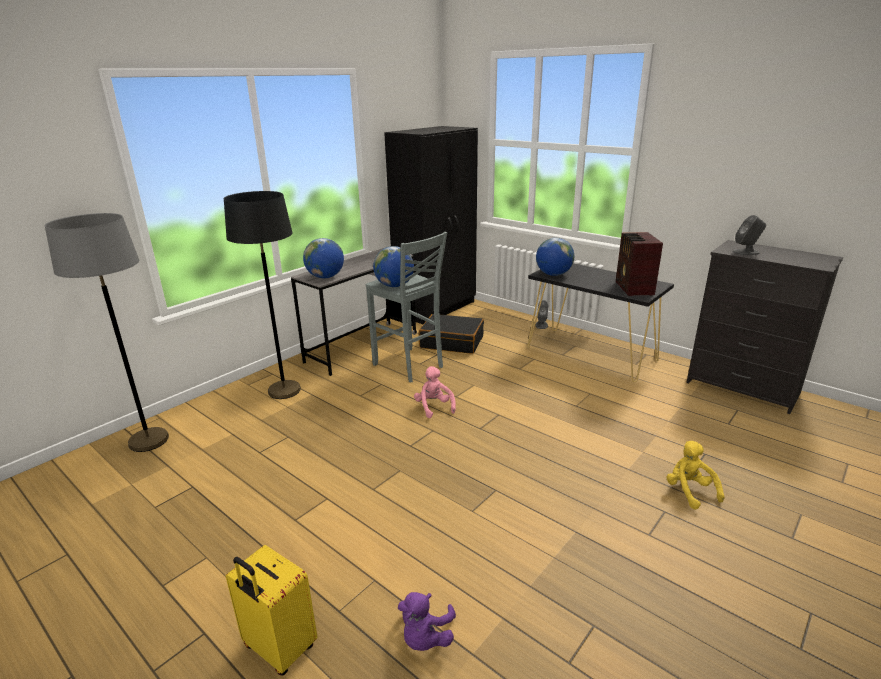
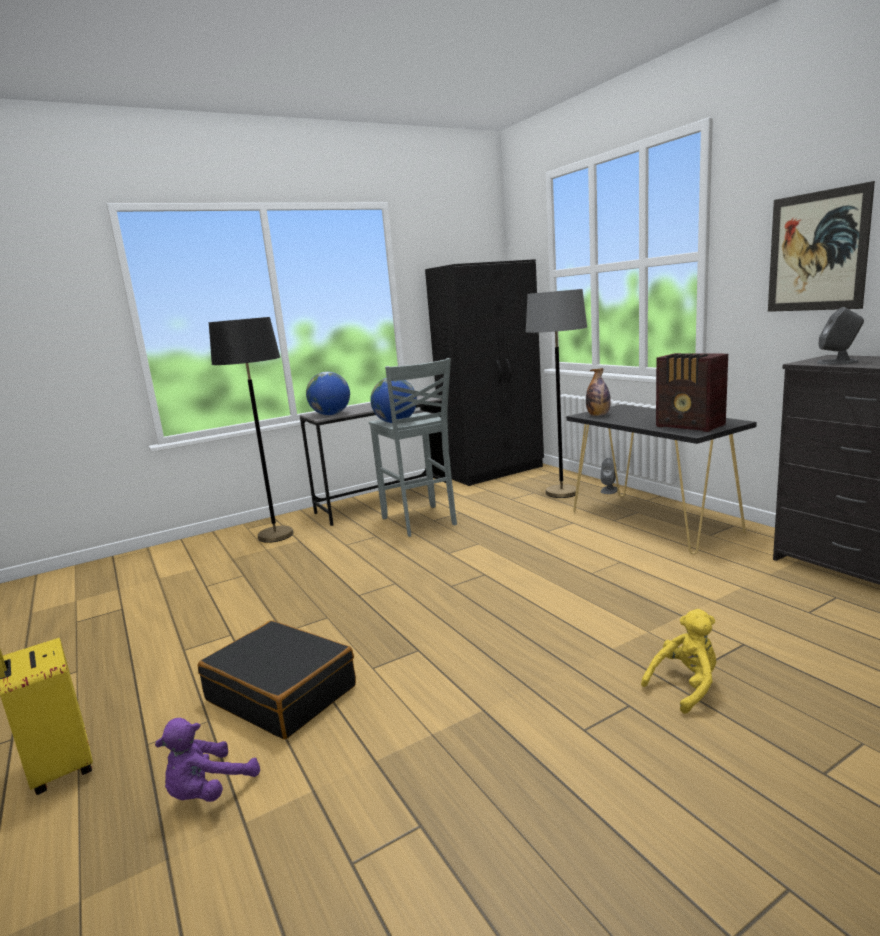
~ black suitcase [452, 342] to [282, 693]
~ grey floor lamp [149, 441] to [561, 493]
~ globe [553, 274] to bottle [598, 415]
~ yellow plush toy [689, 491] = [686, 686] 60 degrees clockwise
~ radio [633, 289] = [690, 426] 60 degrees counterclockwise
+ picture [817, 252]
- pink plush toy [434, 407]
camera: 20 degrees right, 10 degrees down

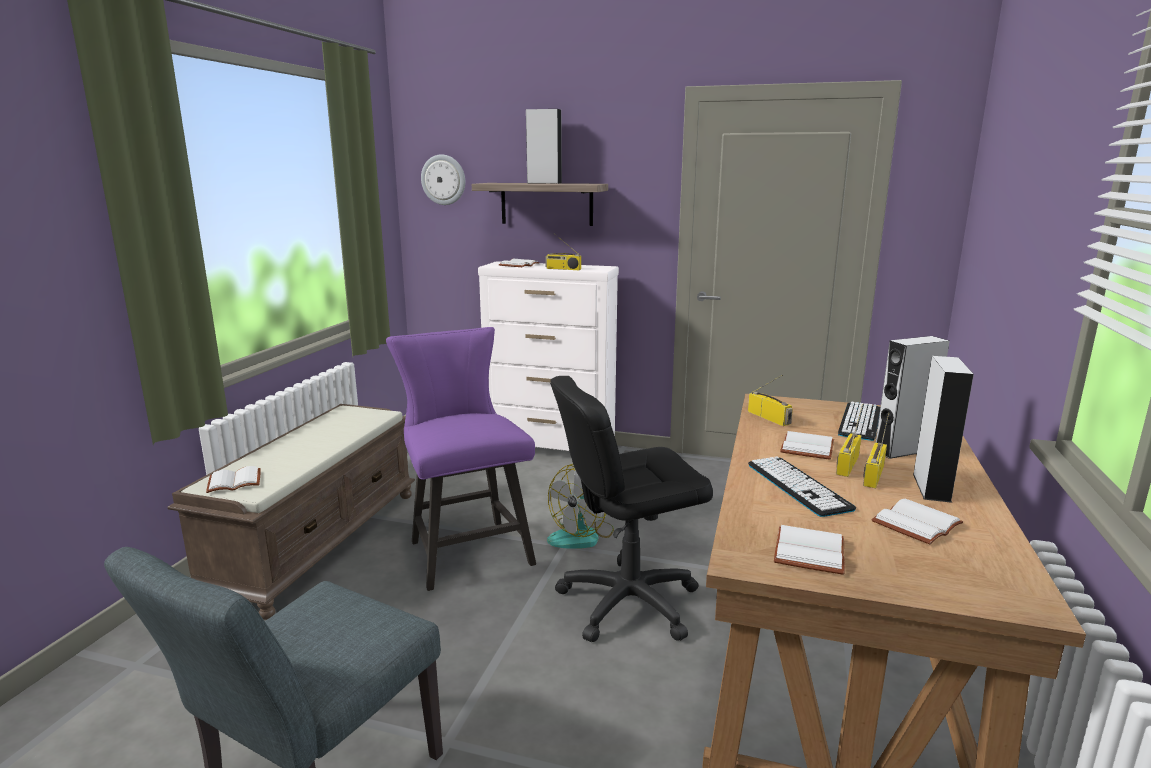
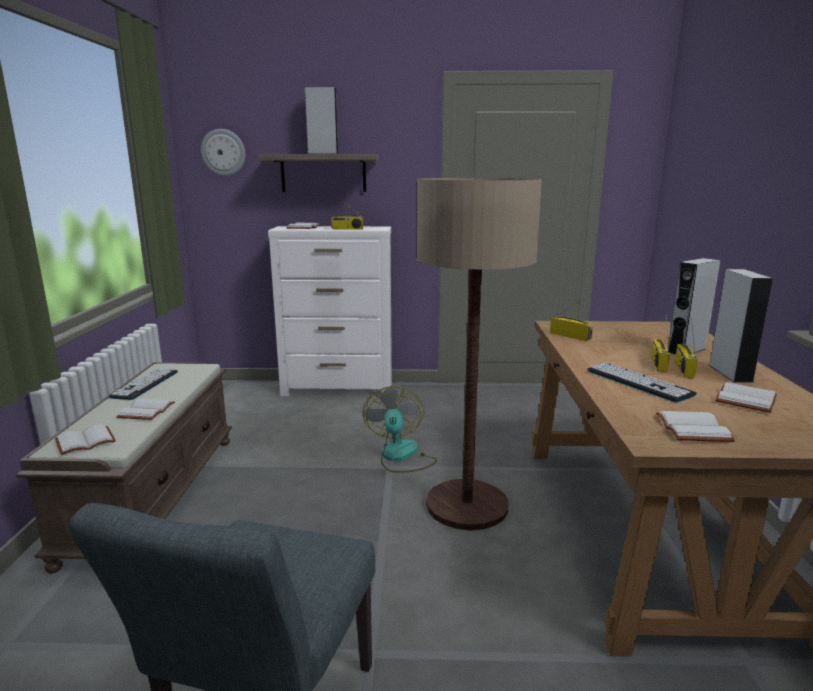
~ keyboard [860, 421] to [145, 384]
~ white book [809, 448] to [147, 411]
~ fan [582, 535] = [400, 456] 150 degrees clockwise
~ black office chair [628, 602] to floor lamp [466, 505]
- purple chair [466, 549]
camera: 15 degrees left, 0 degrees up

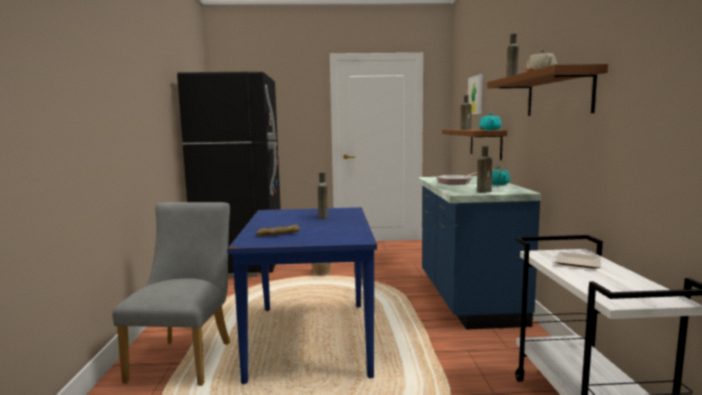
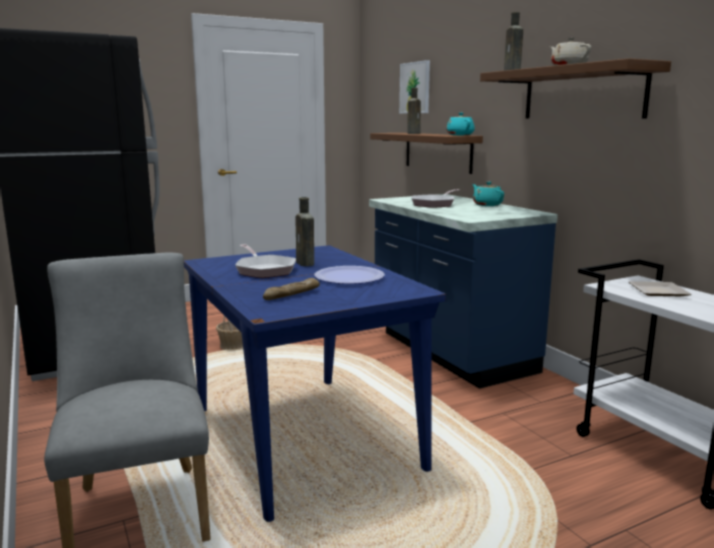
+ frying pan [264, 270]
+ plate [349, 277]
- brown bottle [484, 191]
camera: 25 degrees left, 5 degrees up

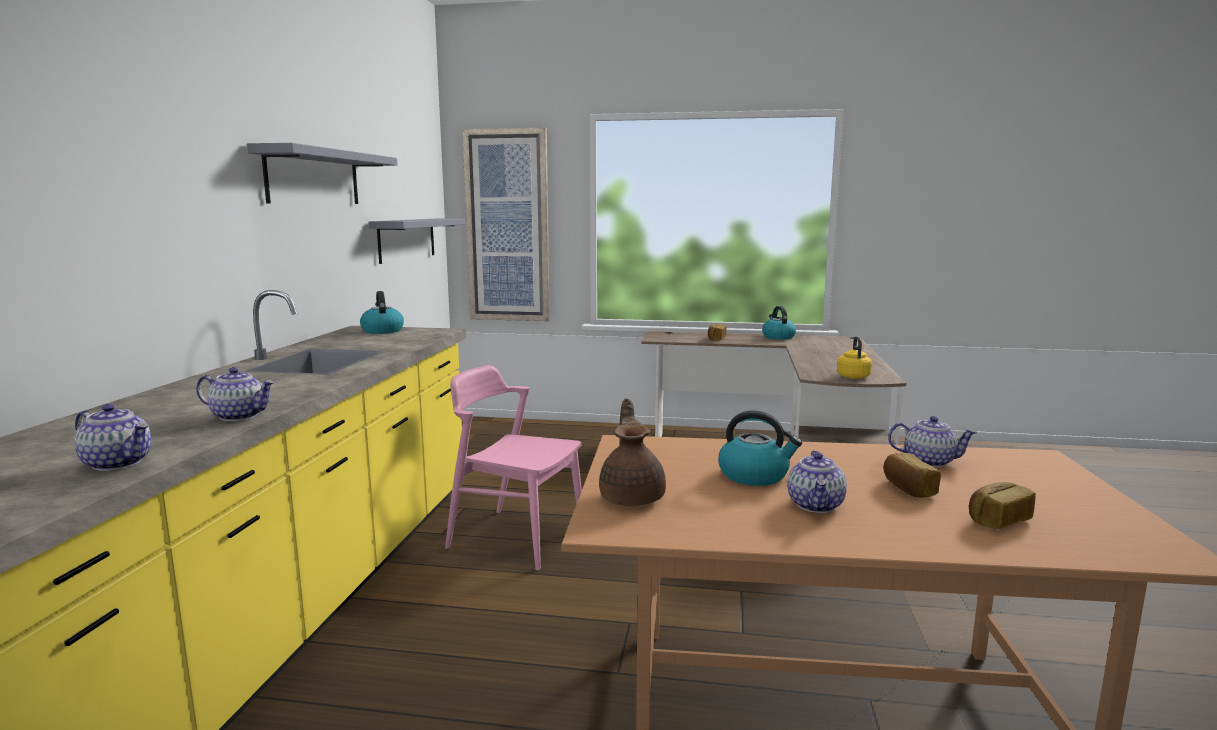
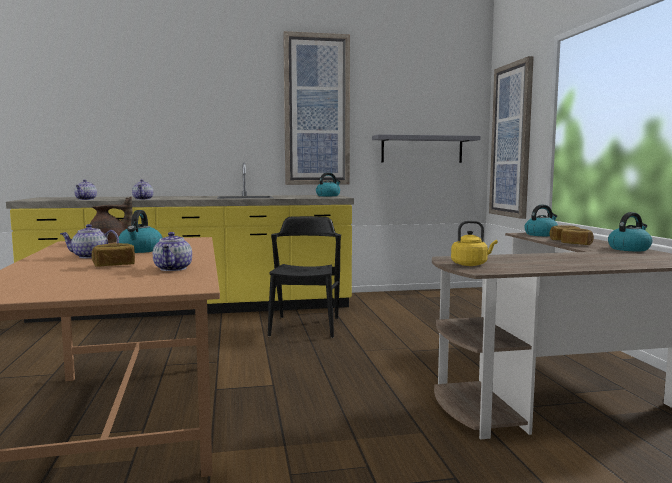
~ pink chair [516, 538] to black chair [305, 326]
~ grey shelf [314, 177] to picture [316, 110]
+ kettle [541, 234]
~ bread [997, 520] to [576, 244]
camera: 70 degrees right, 5 degrees down

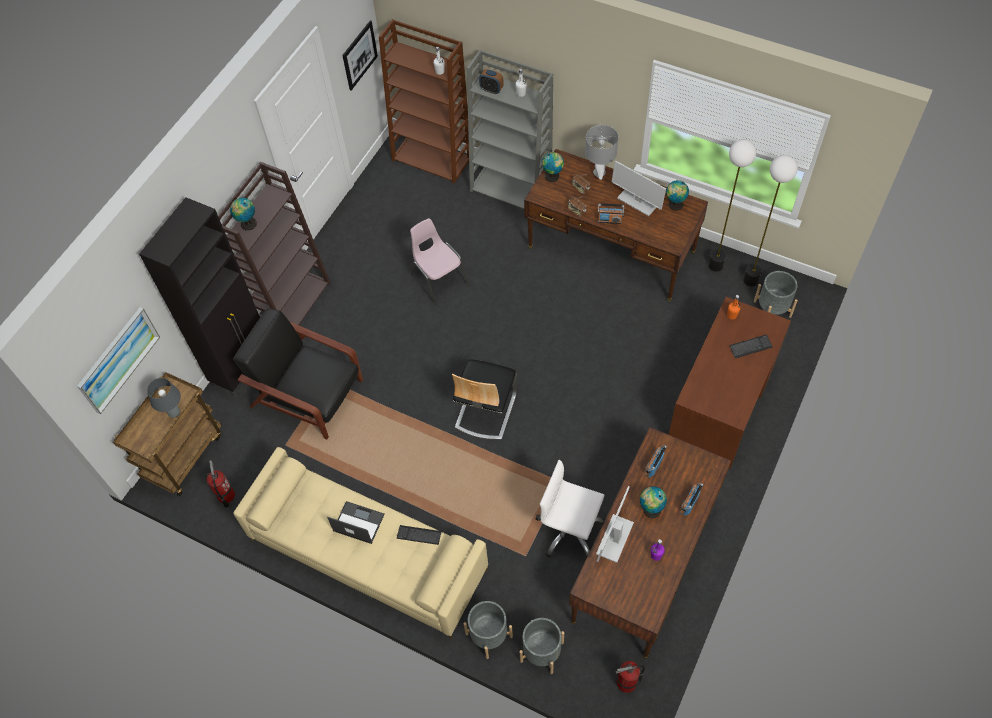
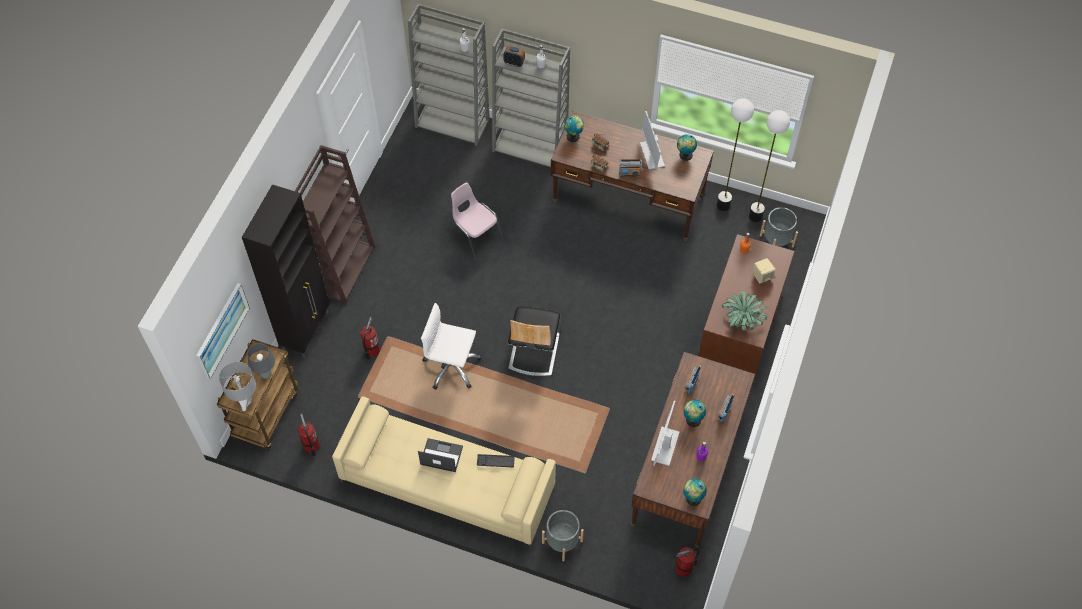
~ grey table lamp [599, 172] to [245, 400]
~ black armchair [308, 394] to fire extinguisher [371, 350]
~ brown bookcase [432, 158] to grey bookcase [453, 123]
~ white office chair [569, 530] to [451, 367]
~ monitor [637, 201] = [651, 154] 45 degrees clockwise
~ globe [247, 224] to [692, 498]
+ potted plant [742, 319]
~ keyboard [750, 347] to beige speaker [762, 276]
- picture [359, 55]
- grey planter [542, 652]
camera: 10 degrees left, 0 degrees up

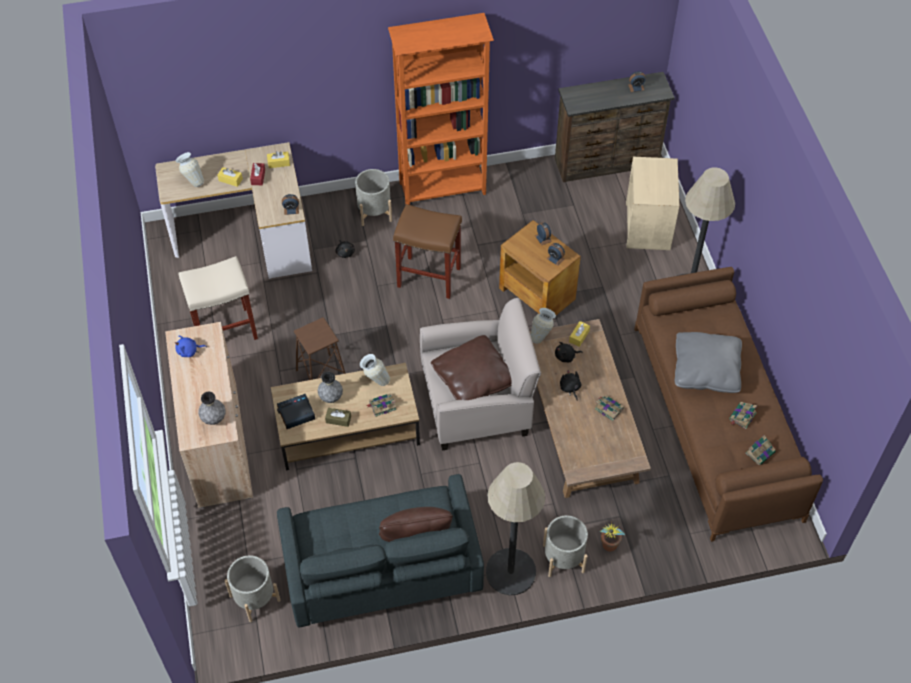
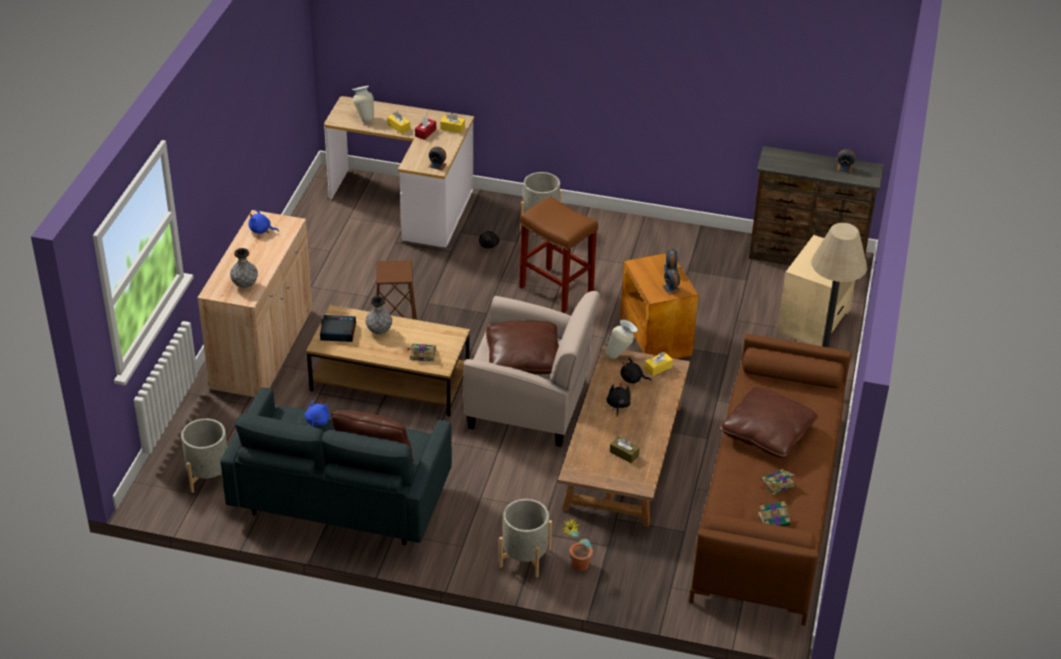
+ blue plush toy [316, 422]
~ brown tissue box [338, 419] to [624, 454]
~ grey pillow [706, 369] to brown pillow [766, 433]
- beige stool [224, 331]
- vase [375, 380]
- orange bookcase [443, 189]
- floor lamp [510, 572]
- book [608, 408]
camera: 25 degrees right, 15 degrees down

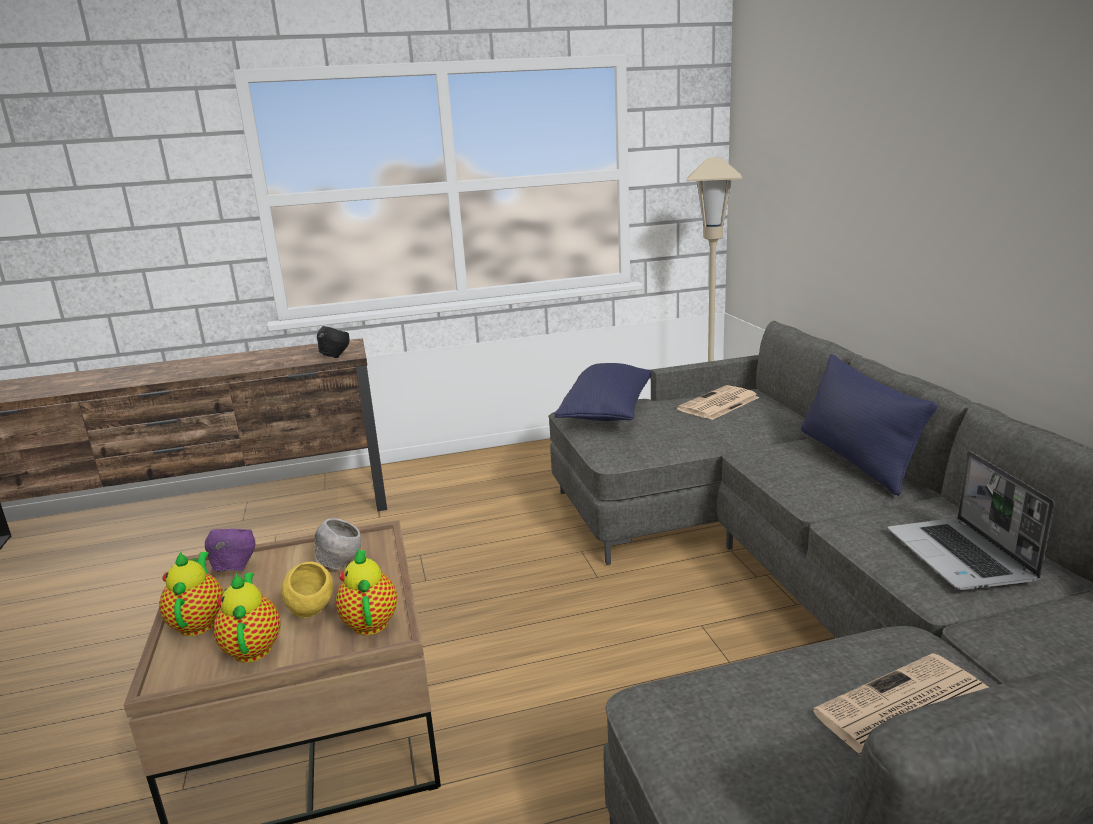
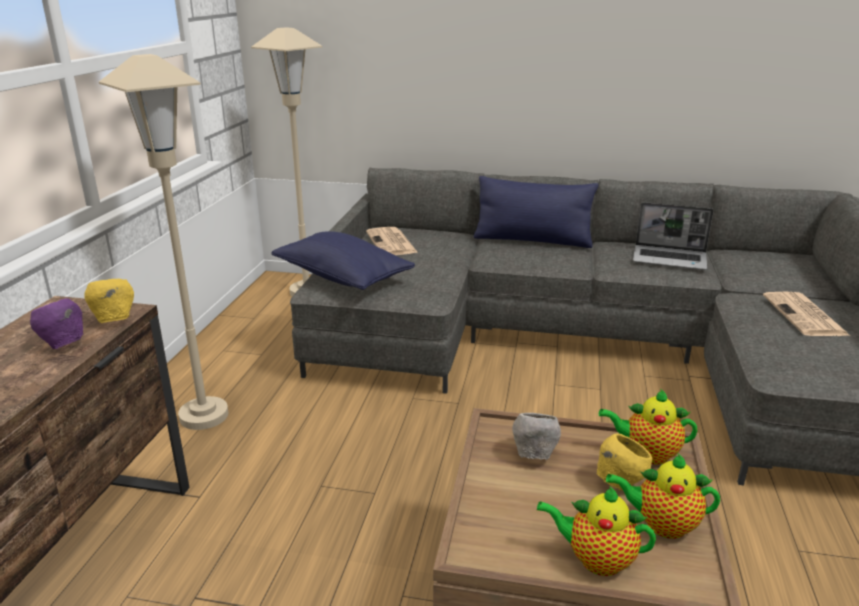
~ purple bowl [235, 569] to [63, 345]
~ black bowl [335, 357] to yellow bowl [114, 320]
+ beige floor lamp [204, 415]
camera: 65 degrees left, 5 degrees up

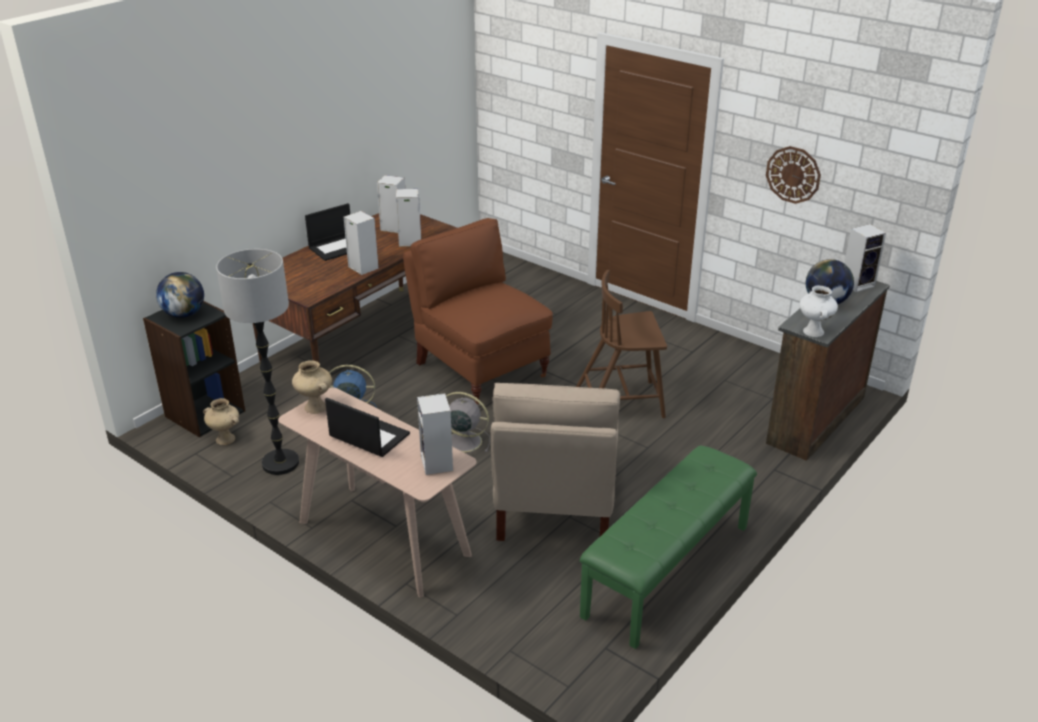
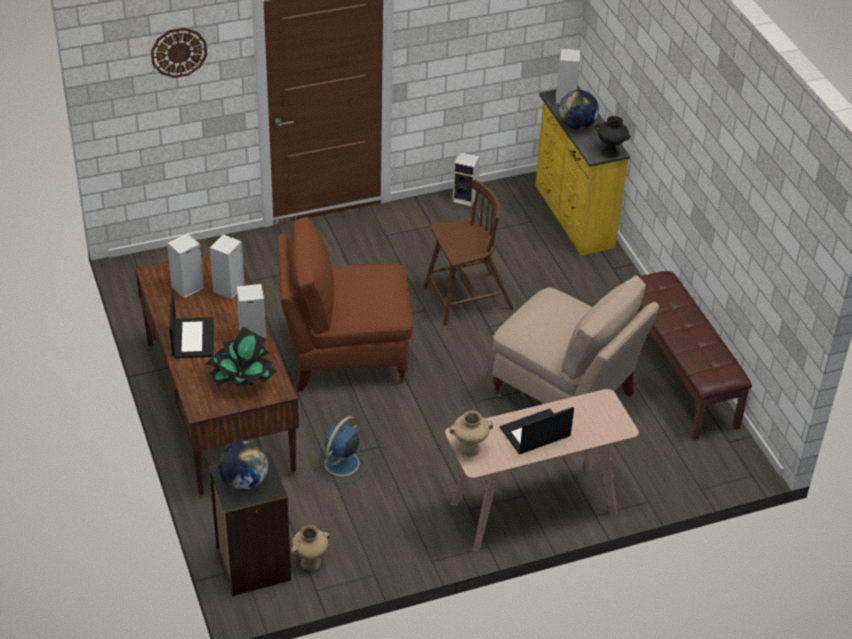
~ wall clock [793, 174] to [178, 52]
+ potted plant [242, 381]
~ brown chair [621, 402] = [466, 299] 135 degrees counterclockwise
~ speaker [438, 464] to [465, 198]
~ brown dresser [813, 419] to yellow dresser [573, 217]
~ white vase [814, 332] to black vase [610, 152]
~ green bench [668, 571] to brown bench [678, 376]
- floor lamp [280, 463]
- grey fan [462, 441]
camera: 60 degrees left, 10 degrees up

